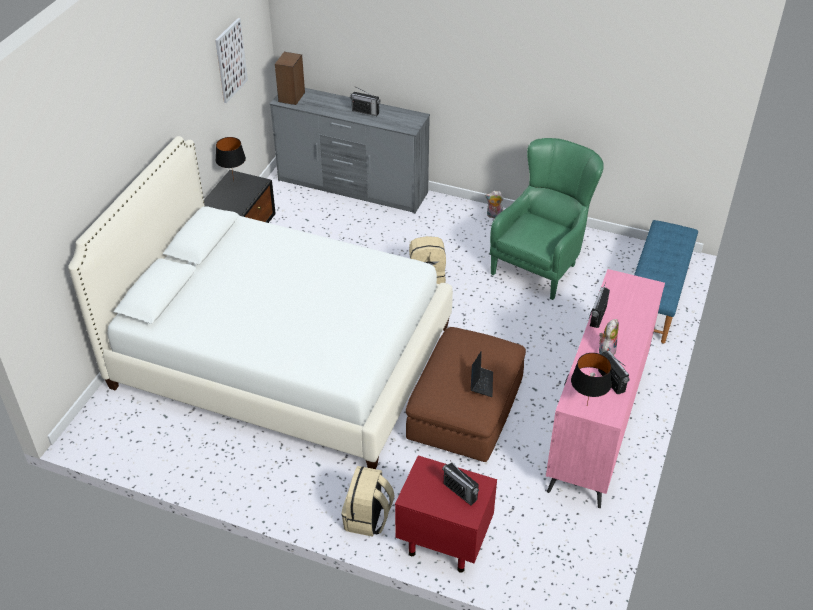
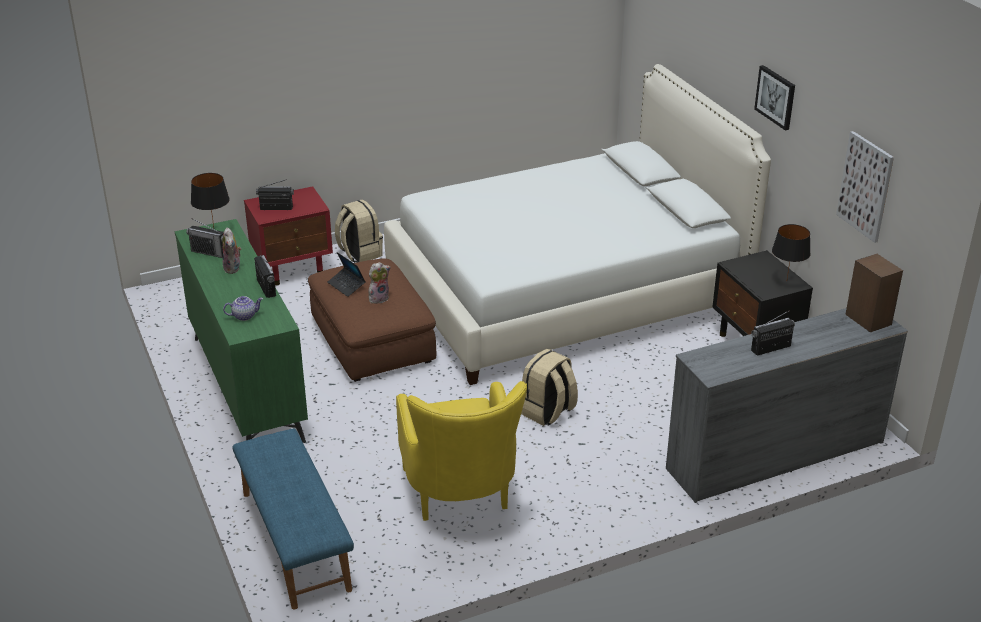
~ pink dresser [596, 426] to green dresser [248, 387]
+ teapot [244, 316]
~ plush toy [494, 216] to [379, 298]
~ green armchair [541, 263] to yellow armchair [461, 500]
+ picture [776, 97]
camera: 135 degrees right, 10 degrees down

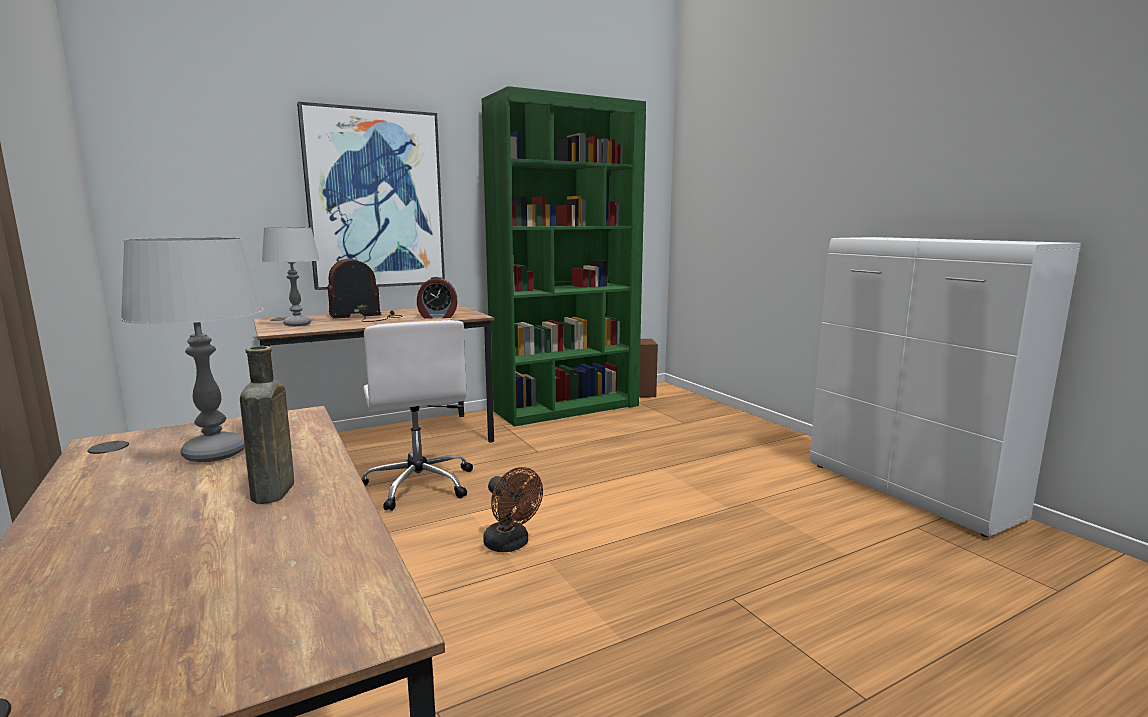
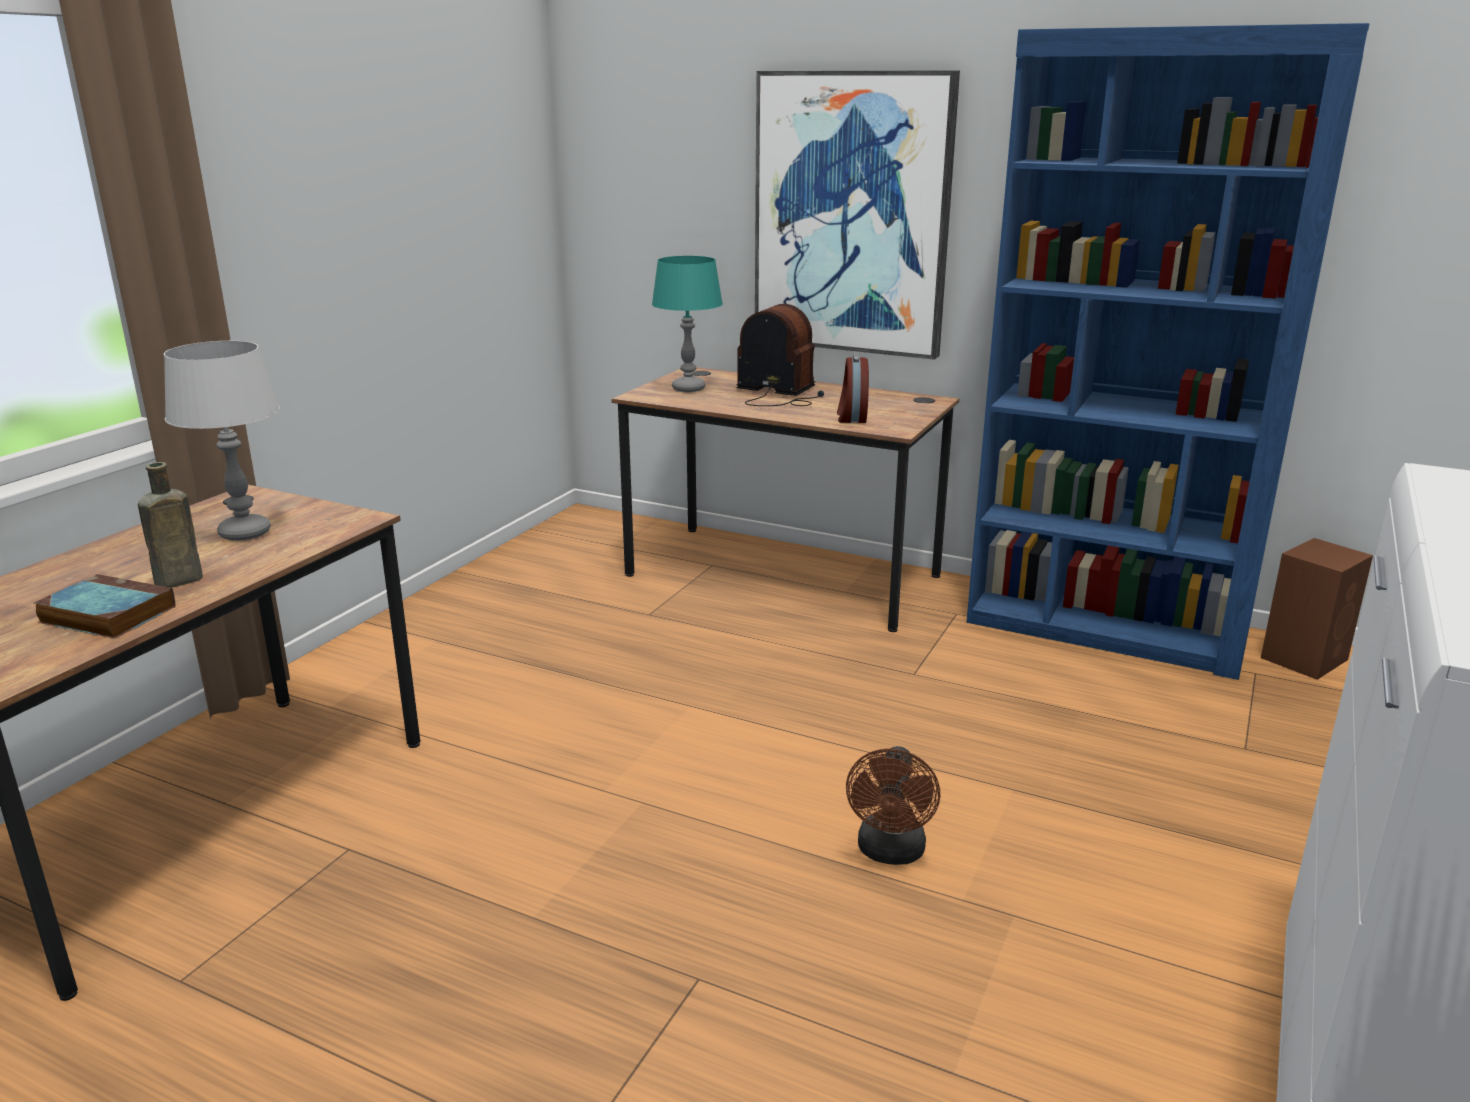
+ book [105, 614]
~ grey table lamp [298, 324] to turquoise table lamp [688, 388]
~ alarm clock [438, 316] = [851, 417] 45 degrees clockwise
~ brown fan [511, 545] to [890, 853]
~ green bookcase [566, 407] to blue bookcase [1106, 627]
- white office chair [419, 485]
camera: 55 degrees right, 10 degrees up

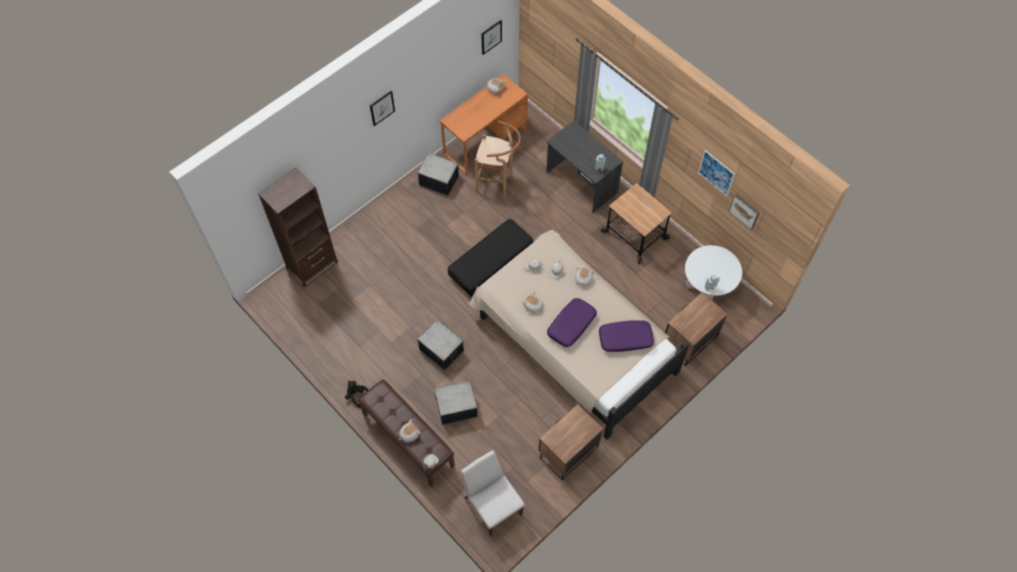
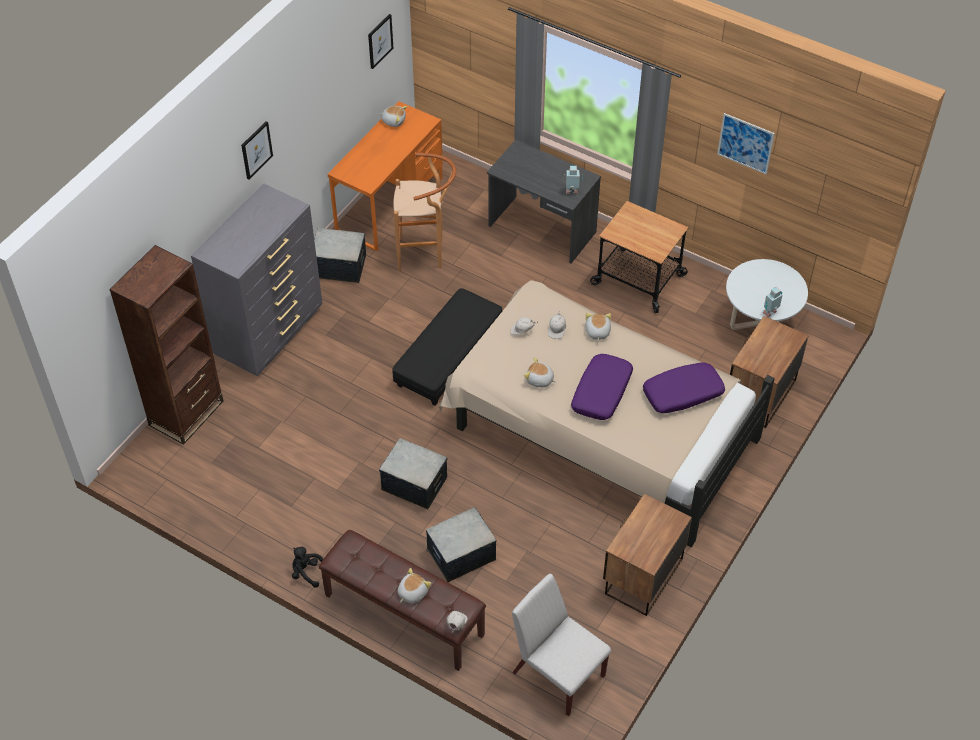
+ grey dresser [270, 333]
- picture [745, 210]
camera: 15 degrees left, 10 degrees down

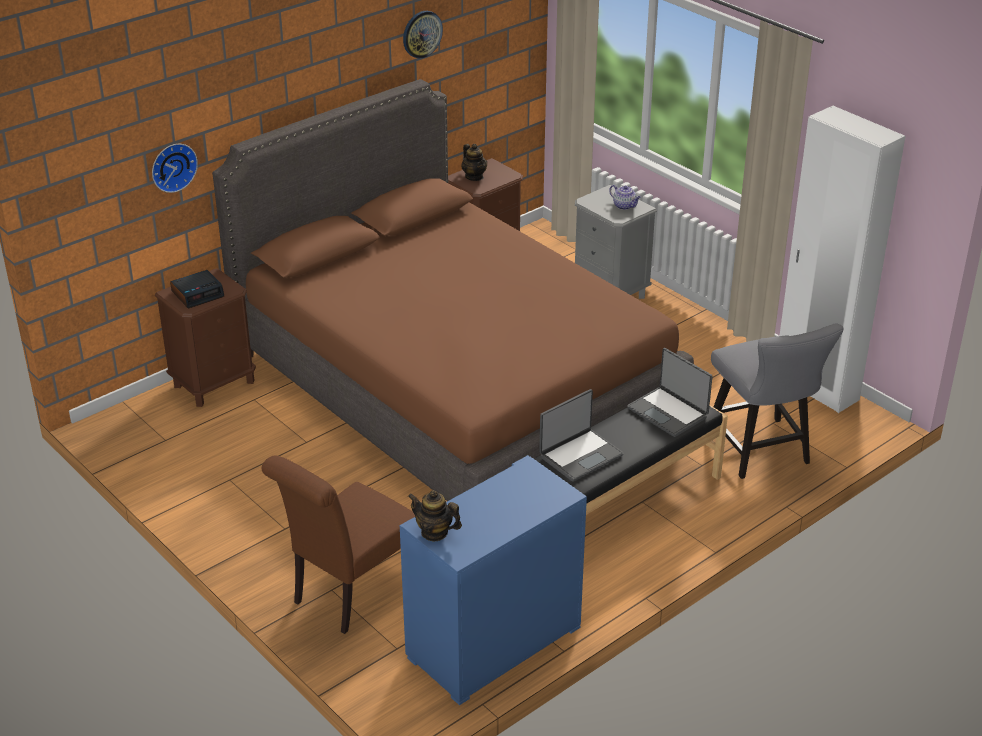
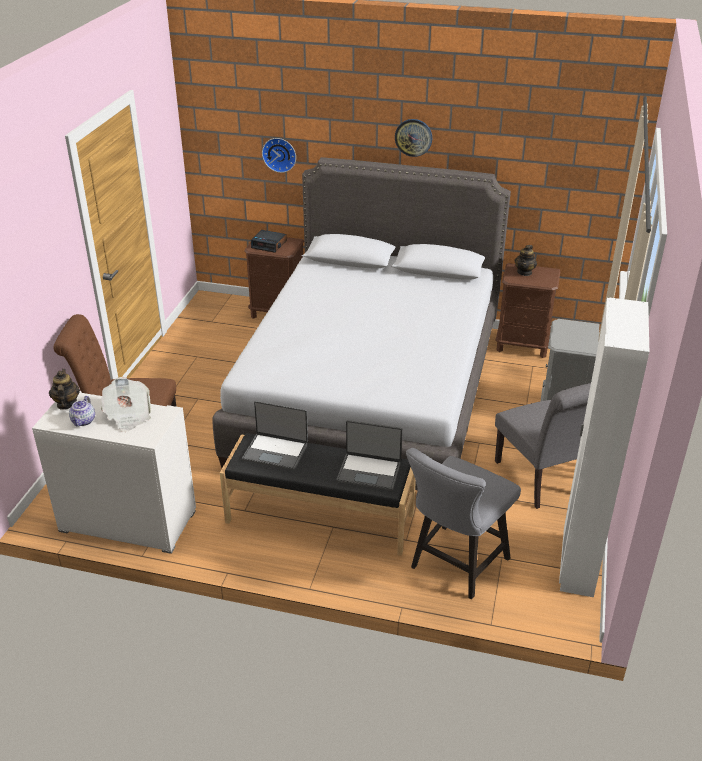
~ blue dresser [495, 643] to white dresser [127, 521]
~ teapot [625, 206] to [83, 421]
+ newspaper [128, 415]
~ brown bed [454, 388] to grey bed [369, 393]
~ laptop [668, 412] = [369, 471] 90 degrees counterclockwise
~ wall clock [421, 34] to [413, 137]
+ grey chair [541, 481]
camera: 55 degrees right, 0 degrees up

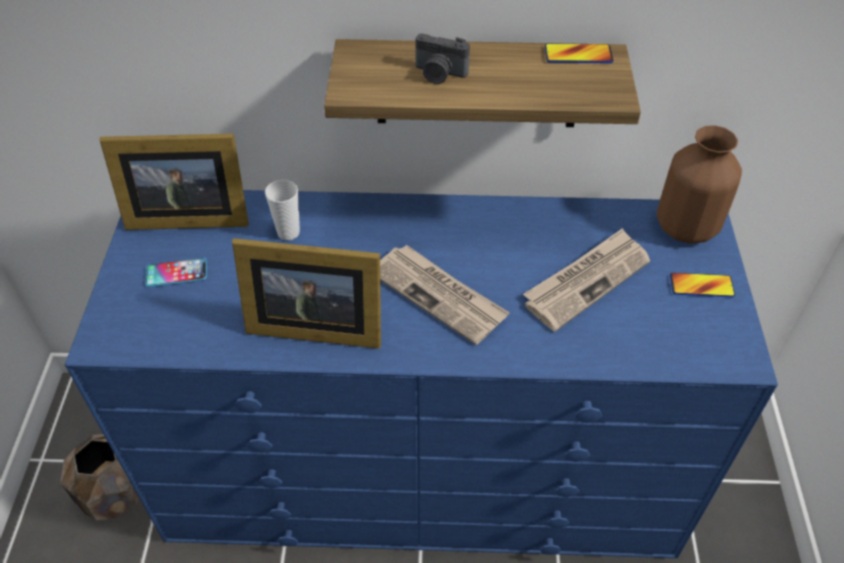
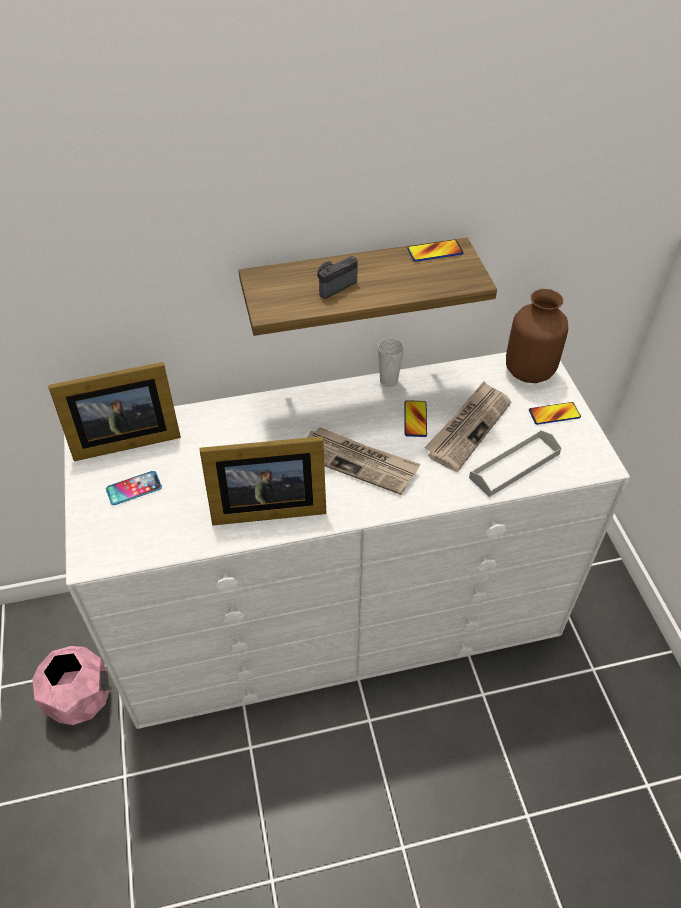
~ brown planter [117, 493] to pink planter [80, 698]
~ blue dresser [422, 465] to white dresser [340, 611]
~ photo camera [439, 74] = [334, 285] 135 degrees clockwise
~ cup [288, 232] to [388, 381]
+ phone [415, 419]
+ grey tray [514, 465]
camera: 15 degrees left, 0 degrees up

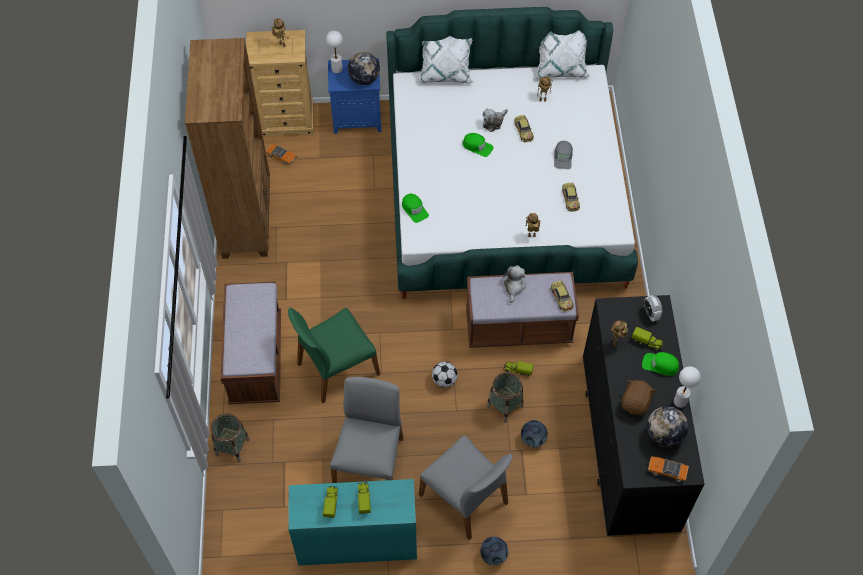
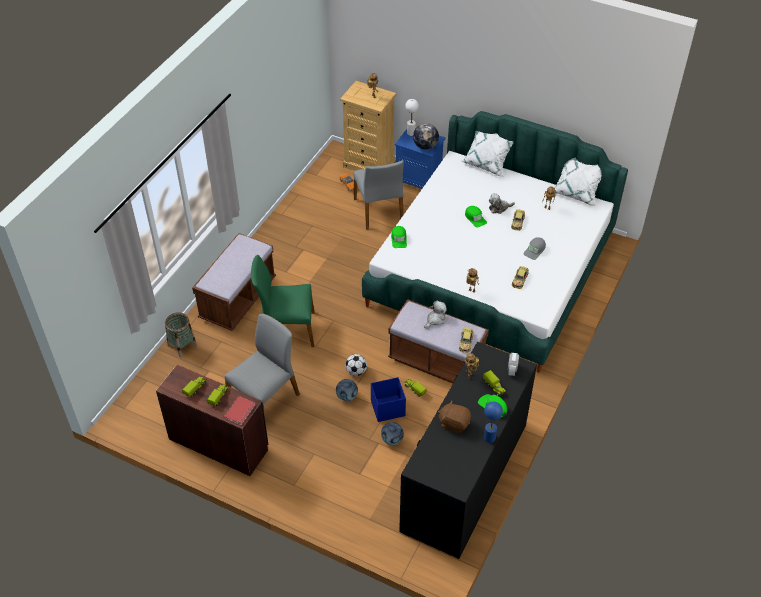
~ turquoise desk [356, 540] to brown desk [219, 443]
+ red book [241, 411]
~ football [493, 555] to [347, 396]
~ grey chair [465, 499] to [379, 211]
~ basket [504, 406] to blue storage box [387, 408]
~ brown plush toy [636, 403] = [454, 423] 120 degrees counterclockwise
~ white table lamp [680, 401] to blue table lamp [489, 438]
- brown bookcase [247, 219]
- globe [664, 435]
- toy car [667, 470]
camera: 30 degrees right, 10 degrees down

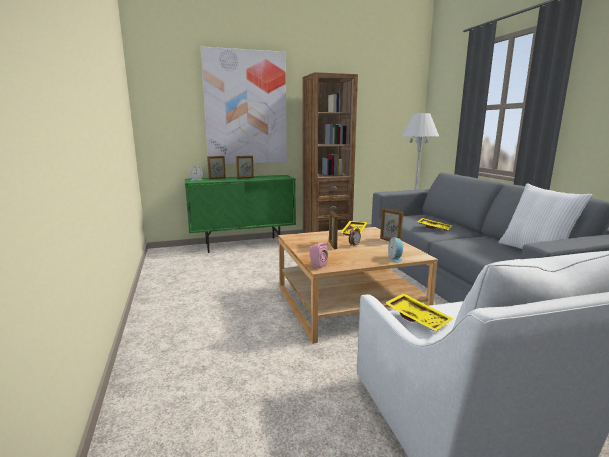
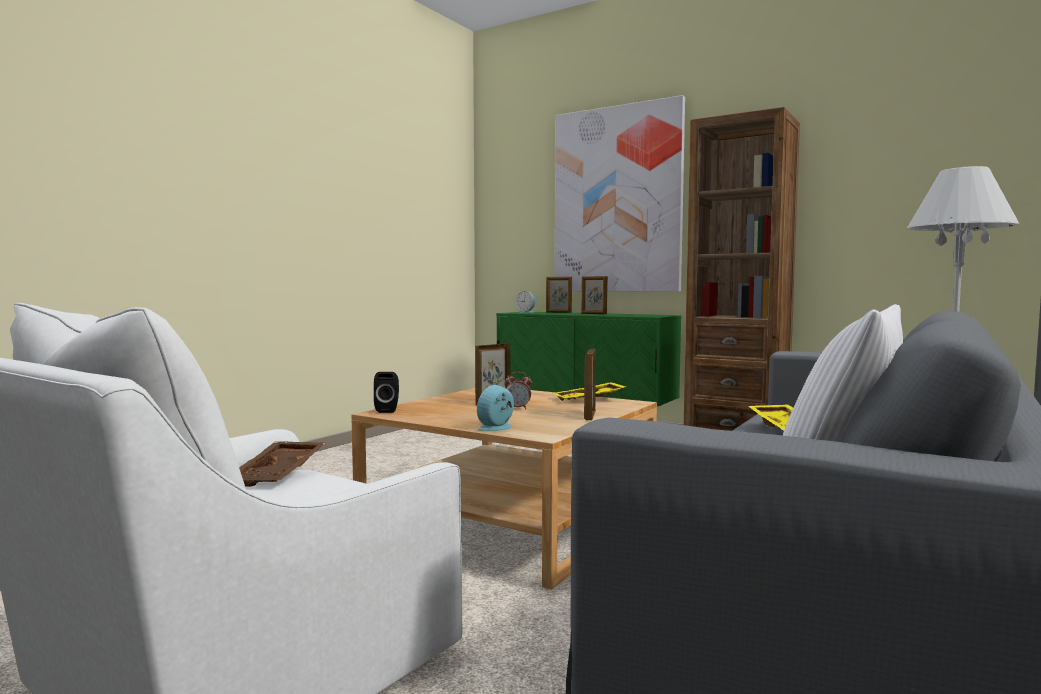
~ yellow tray [418, 318] to brown tray [280, 474]
~ pink speaker [317, 265] to black speaker [388, 410]
camera: 50 degrees right, 10 degrees down

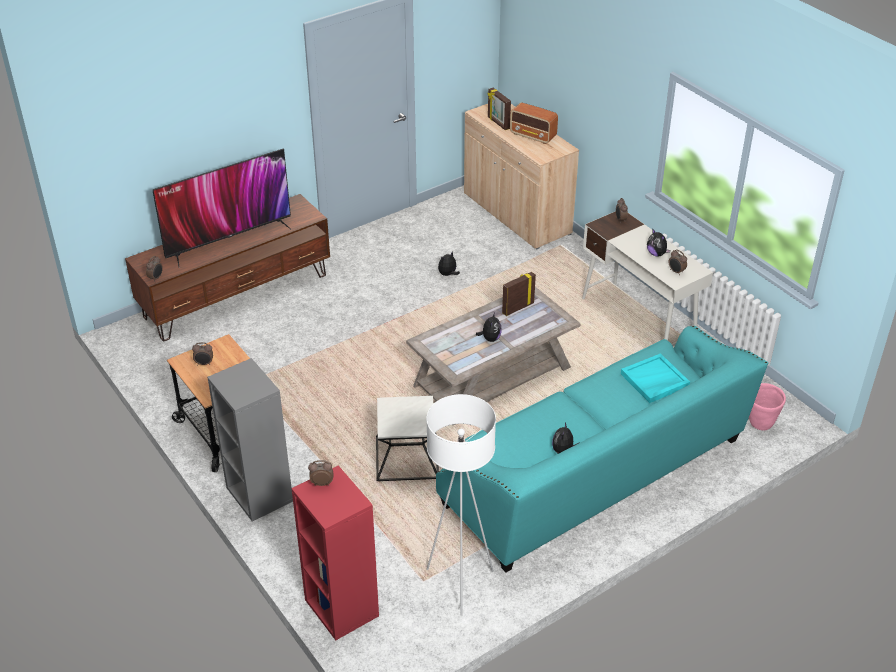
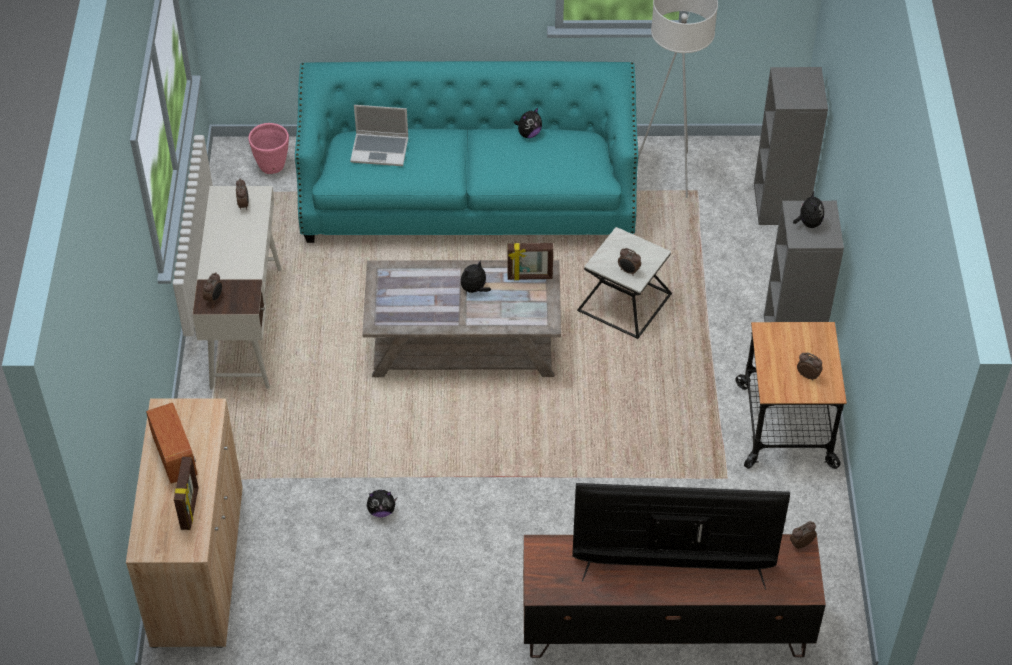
~ turquoise tray [654, 380] to laptop [380, 150]
~ picture frame [517, 308] to [530, 277]
~ alarm clock [322, 483] to [628, 271]
~ red bookcase [340, 608] to grey bookcase [781, 204]
~ plush toy [656, 254] to [808, 223]
camera: 145 degrees left, 10 degrees up

